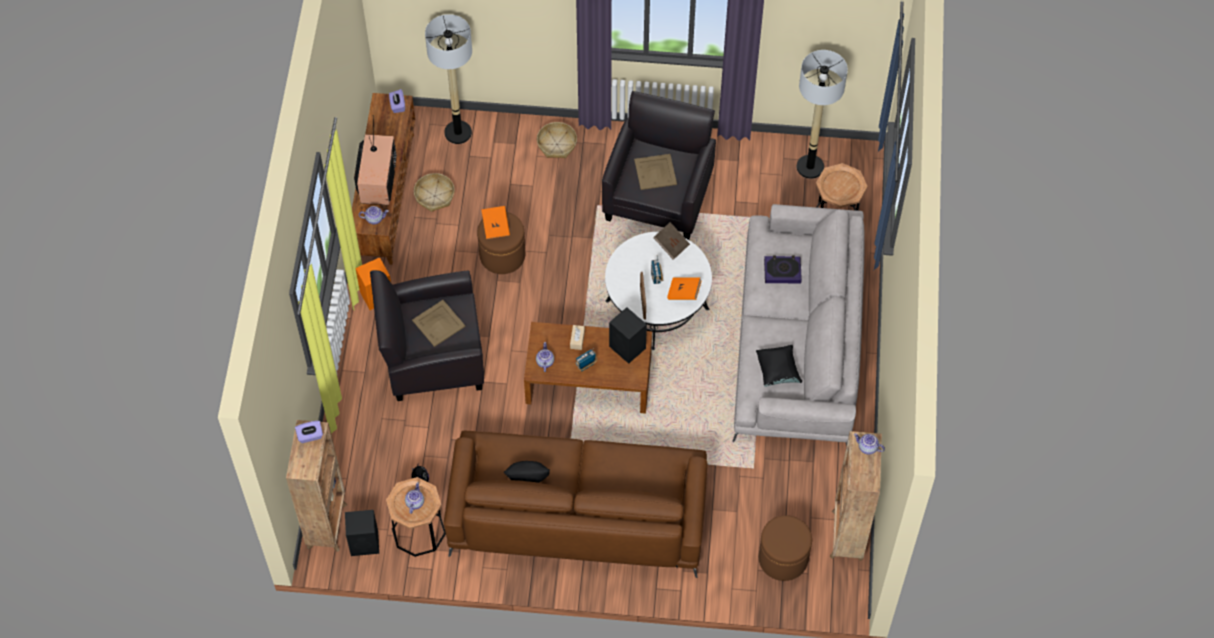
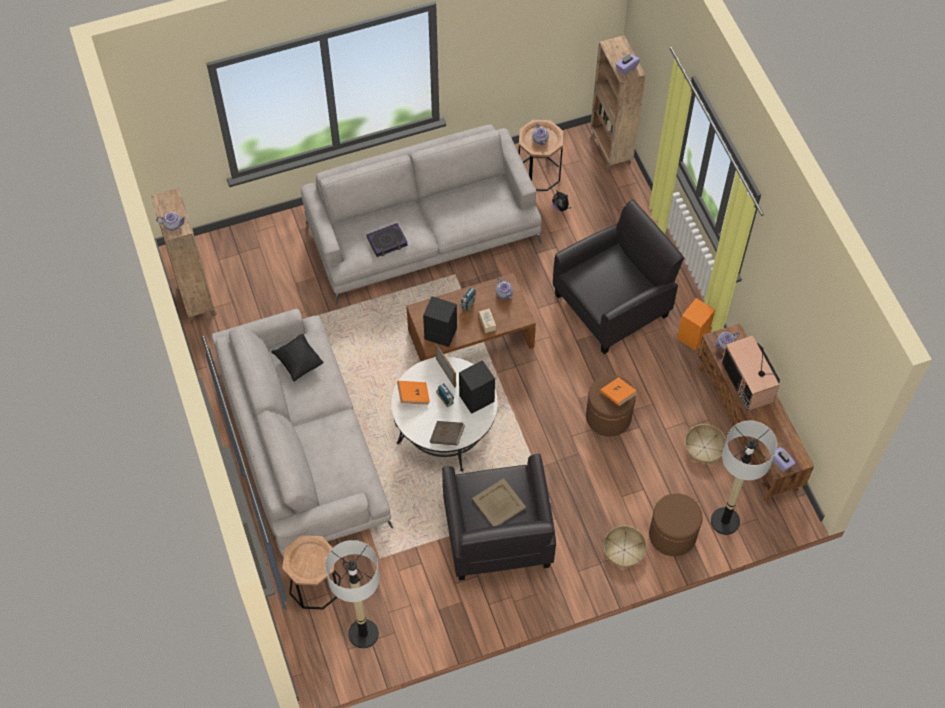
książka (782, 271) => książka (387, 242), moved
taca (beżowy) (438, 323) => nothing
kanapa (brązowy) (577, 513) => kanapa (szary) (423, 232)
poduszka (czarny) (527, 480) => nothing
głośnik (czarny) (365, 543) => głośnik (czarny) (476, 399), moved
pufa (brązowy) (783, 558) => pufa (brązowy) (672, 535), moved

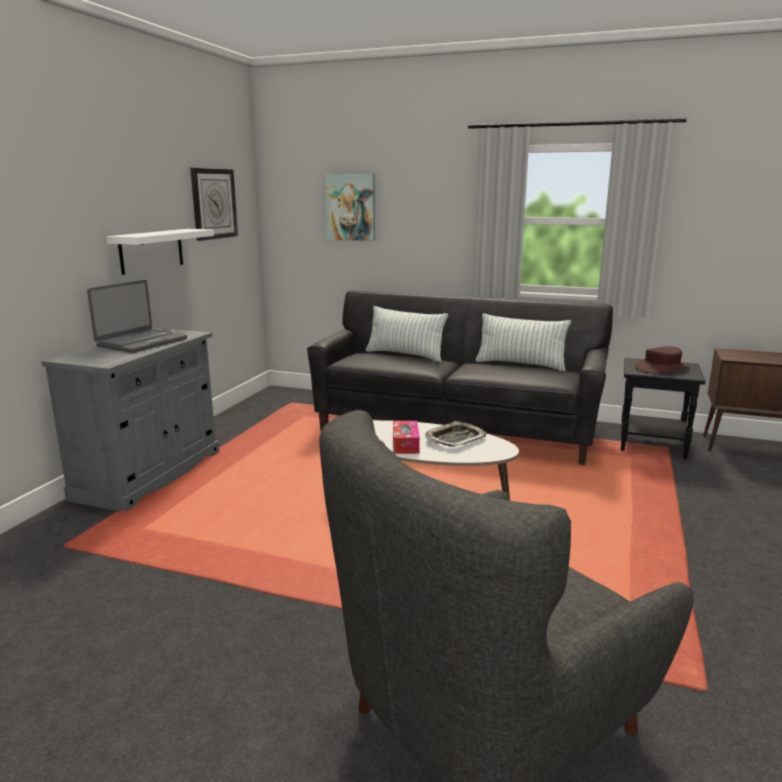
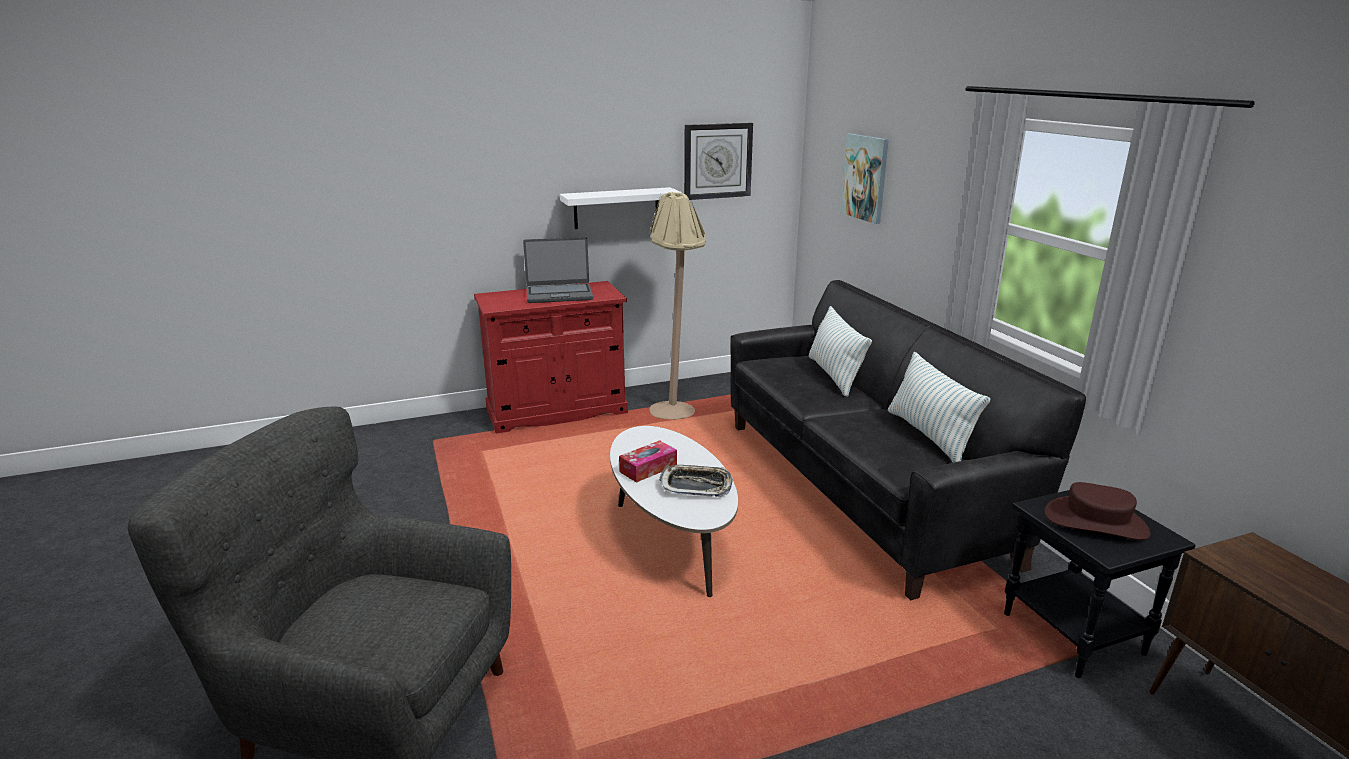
szafka (szary) (149, 474) => szafka (czerwony) (557, 411)
nothing => lampa stojąca (beżowy) (677, 407)

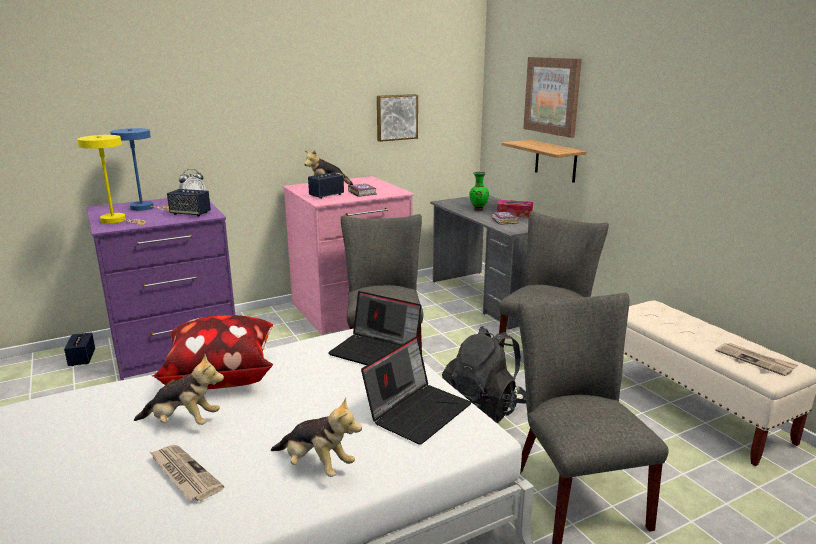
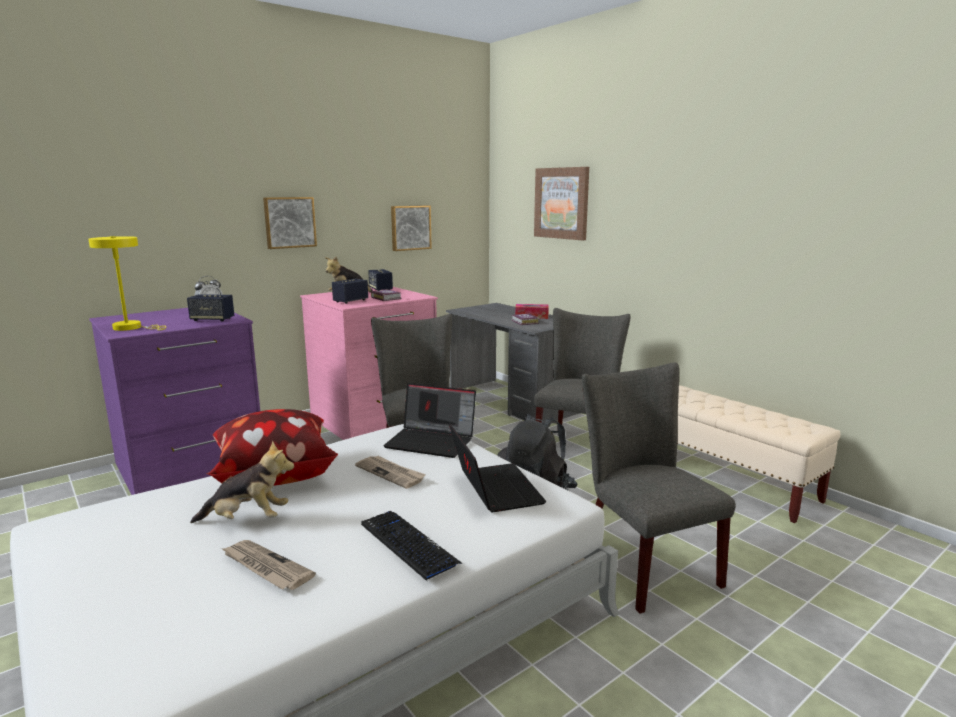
lampa stołowa (niebieski) (146, 208) => nothing
półka (555, 161) => nothing
wazon (zielony) (478, 209) => nothing
głośnik (82, 359) => głośnik (380, 289), moved
laptop (418, 411) => laptop (493, 489), 45 degrees counterclockwise
gazeta (755, 360) => gazeta (391, 473), moved
pluszak (316, 465) => klawiatura (408, 545)
nothing => obraz (289, 222)

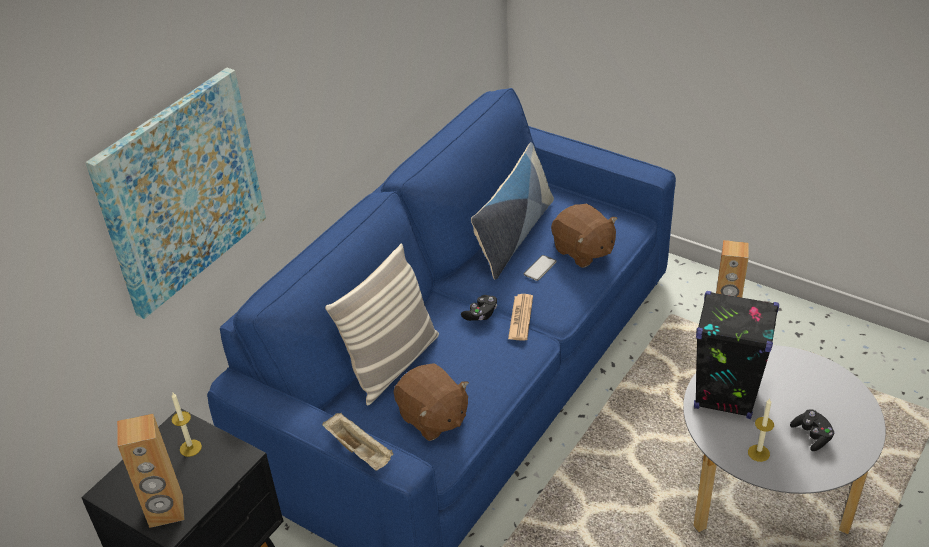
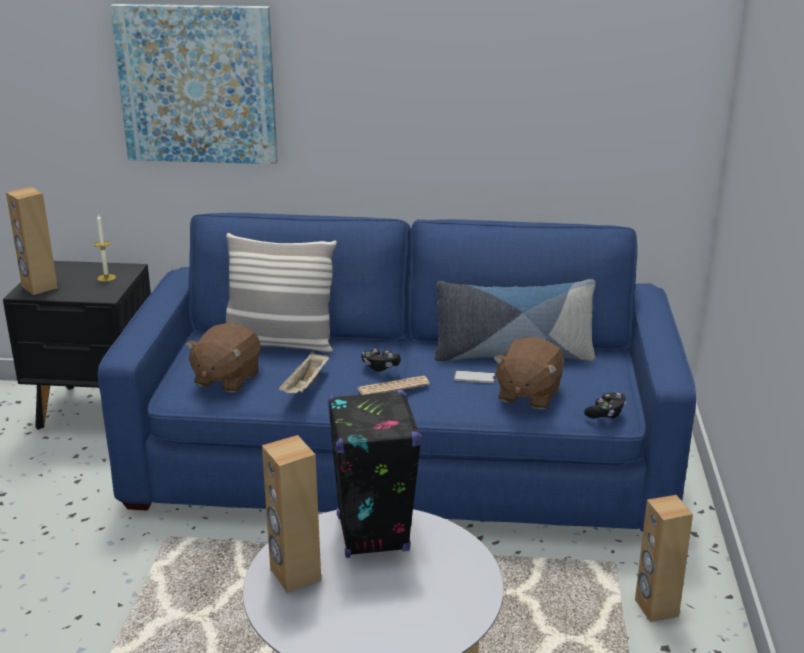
świeca (758, 453) => głośnik (brązowy) (294, 575)
pad do gier (czarny) (812, 436) => pad do gier (czarny) (606, 414), moved
taca (beżowy) (360, 451) => taca (beżowy) (305, 386), moved

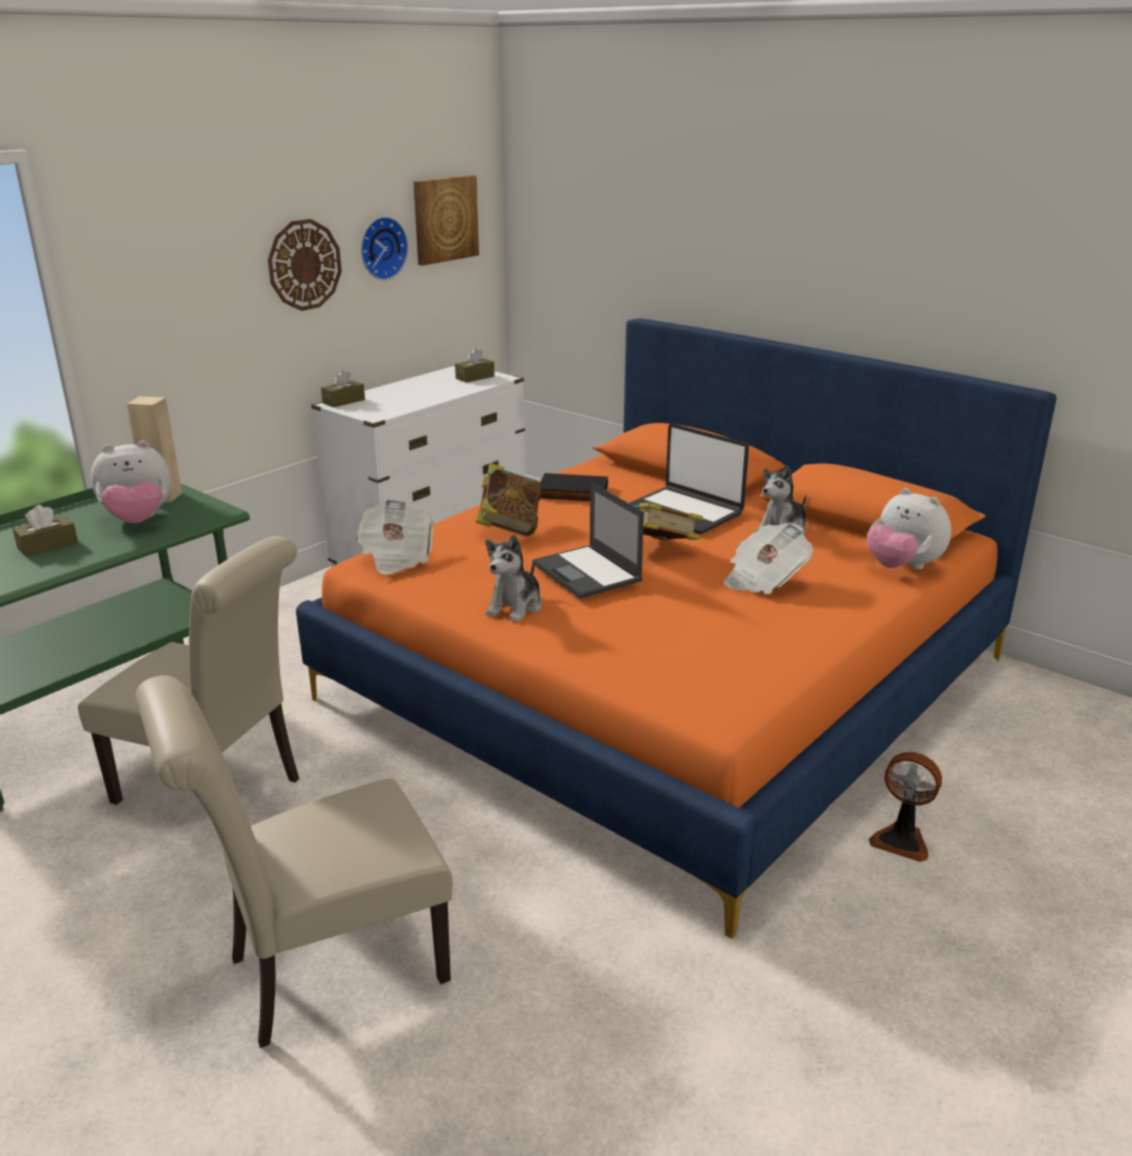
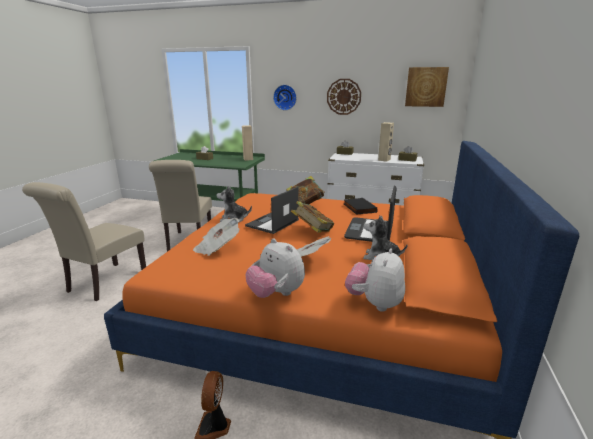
zegar ścienny (381, 248) => zegar ścienny (285, 97), moved
pluszak (138, 520) => pluszak (276, 294), moved
gazeta (396, 556) => gazeta (217, 248), moved
krzesło (beżowy) (324, 972) => krzesło (beżowy) (103, 283), 105 degrees counterclockwise
nothing => głośnik (beżowy) (384, 160)

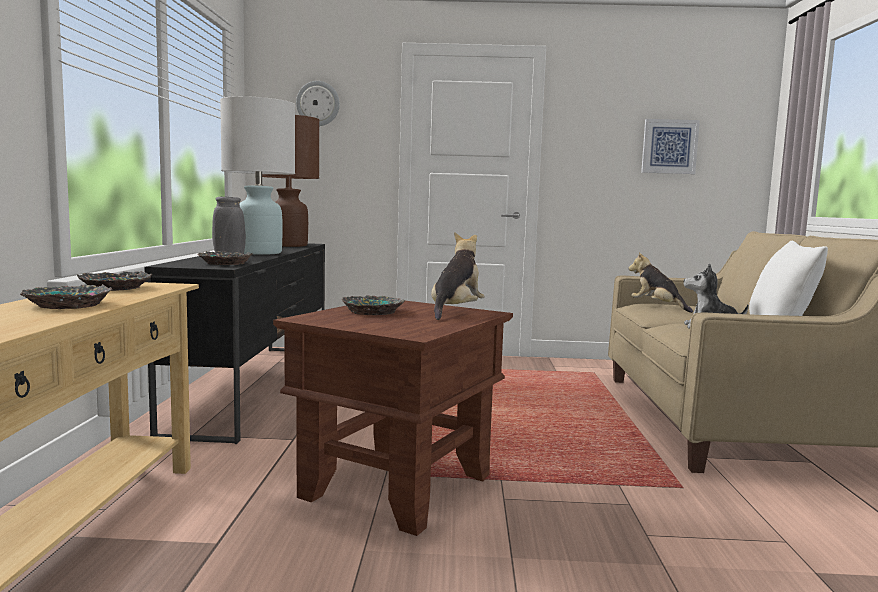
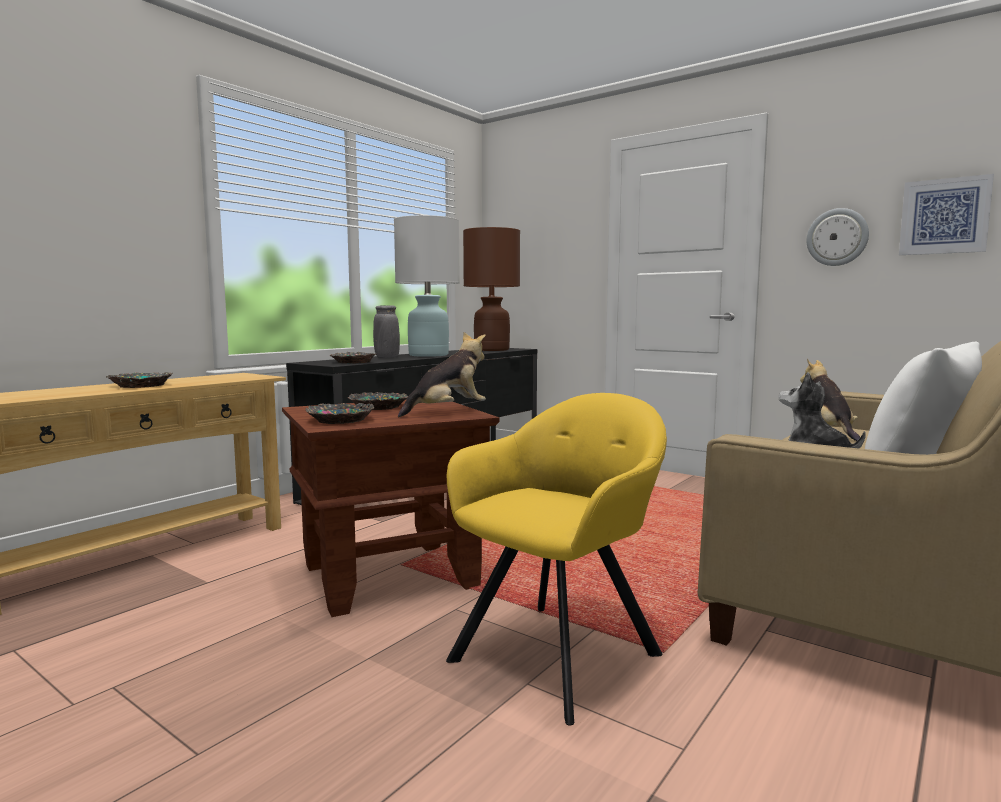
zegar ścienny (318, 103) => zegar ścienny (837, 237), moved
miska (115, 287) => miska (340, 420), moved
nothing => fotel (żółty) (562, 652)

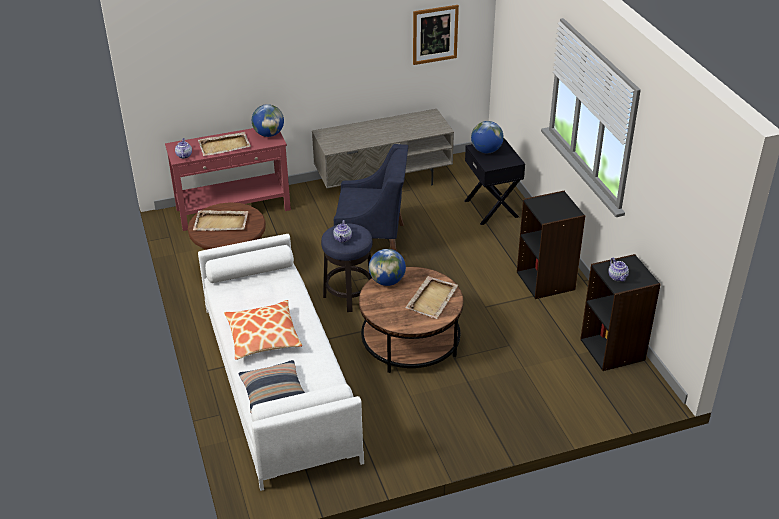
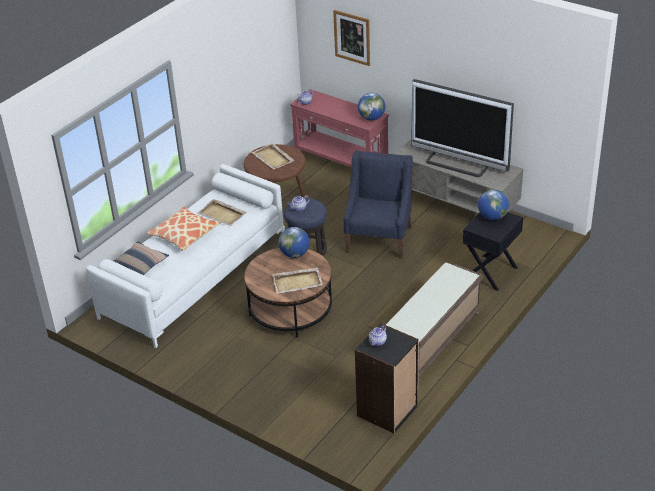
obraz (435, 34) => obraz (352, 37), moved
taca (beżowy) (225, 145) => taca (beżowy) (222, 214), moved
fotel (niebieski) (372, 241) => fotel (niebieski) (379, 238), 135 degrees counterclockwise
regał (czarny) (546, 281) => ławka (brązowy) (432, 341)
nothing => telewizor (458, 163)

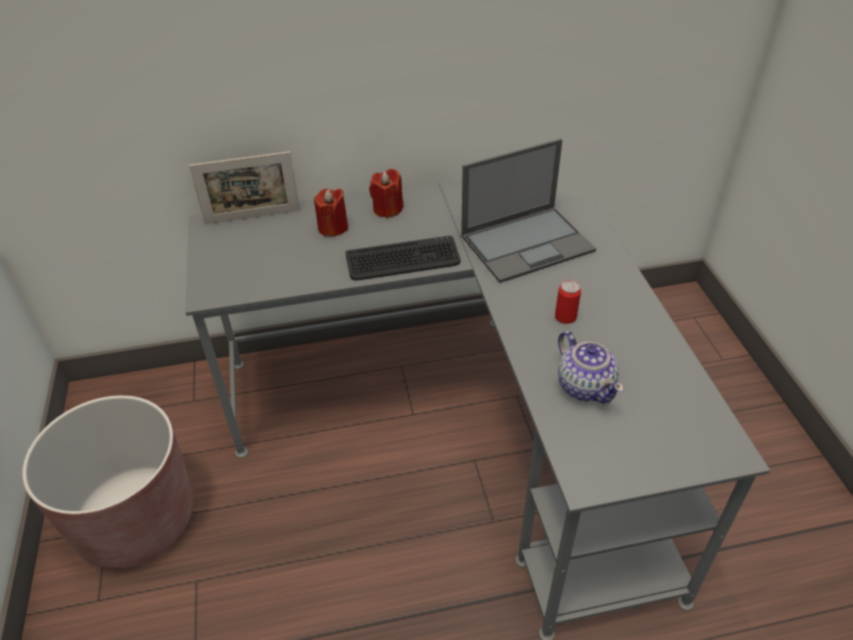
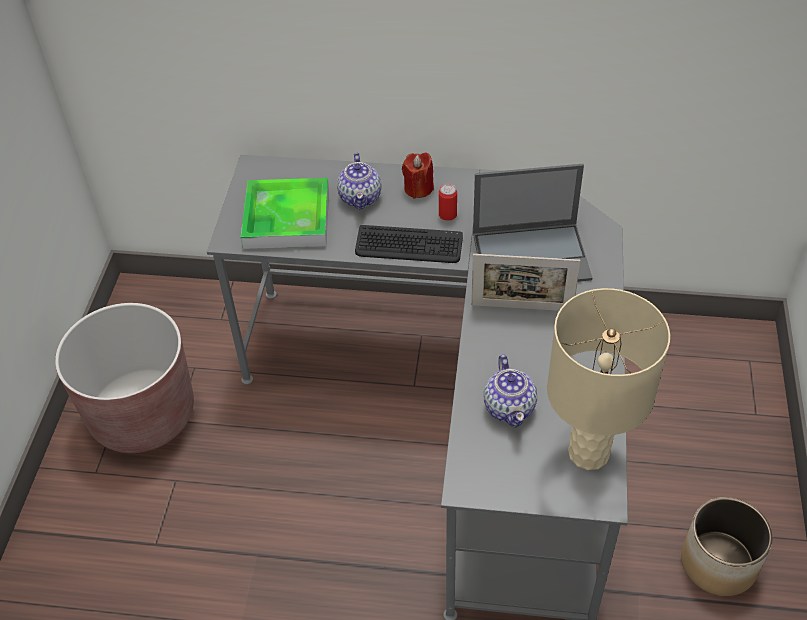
ramka na zdjęcie (252, 217) => ramka na zdjęcie (522, 307), moved
świeca (czerwony) (333, 227) => imbryk (360, 197)
puszka (565, 317) => puszka (447, 215), moved
nothing => taca (287, 218)
nothing => lampa stołowa (beżowy) (588, 452)
nothing => donica (719, 563)

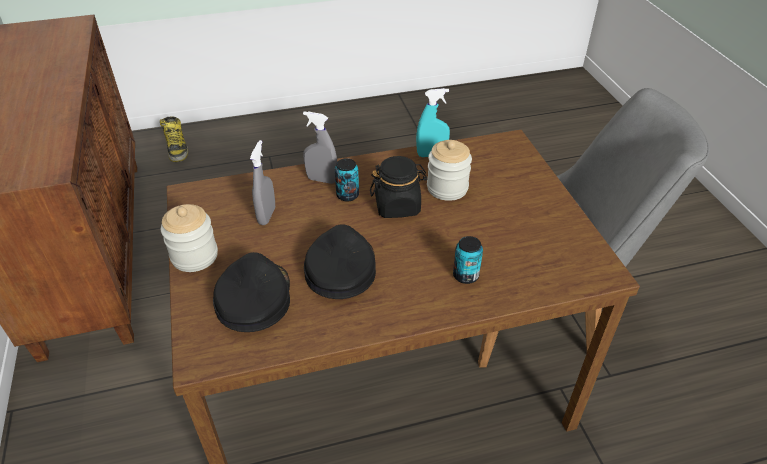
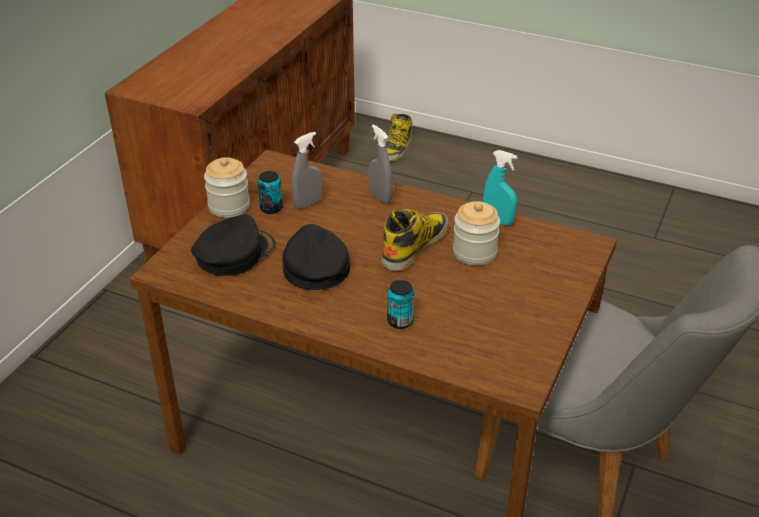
słoik (czarny) (397, 206) => but z cholewką (414, 245)
puszka (347, 195) => puszka (271, 208), moved
czapka z daszkiem (czarny) (340, 268) => czapka z daszkiem (czarny) (314, 265), 60 degrees counterclockwise

